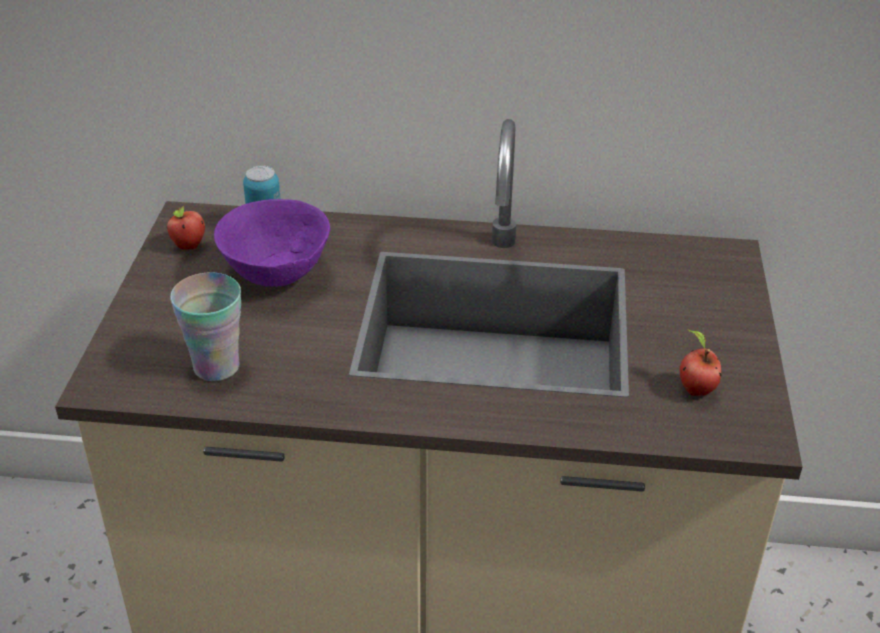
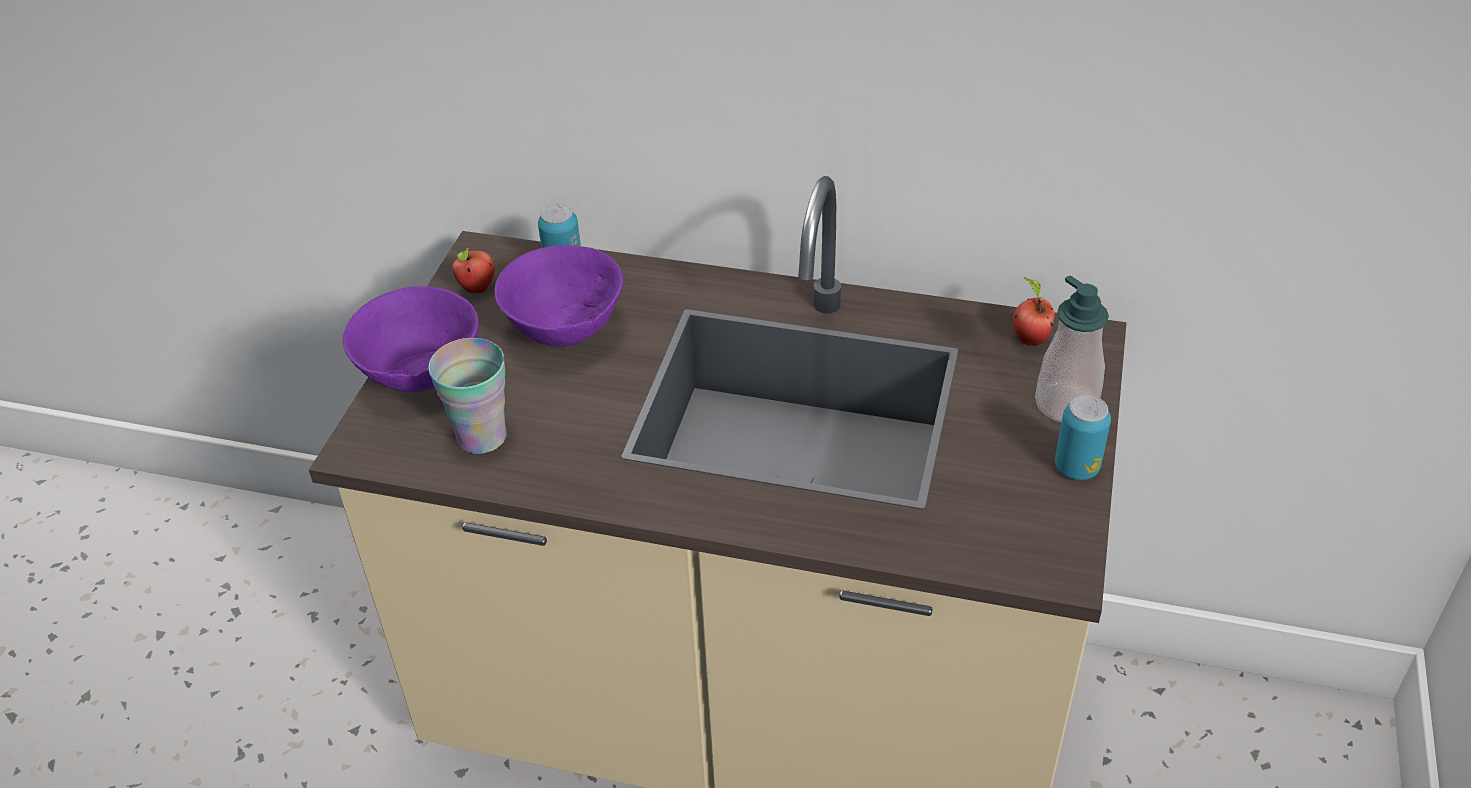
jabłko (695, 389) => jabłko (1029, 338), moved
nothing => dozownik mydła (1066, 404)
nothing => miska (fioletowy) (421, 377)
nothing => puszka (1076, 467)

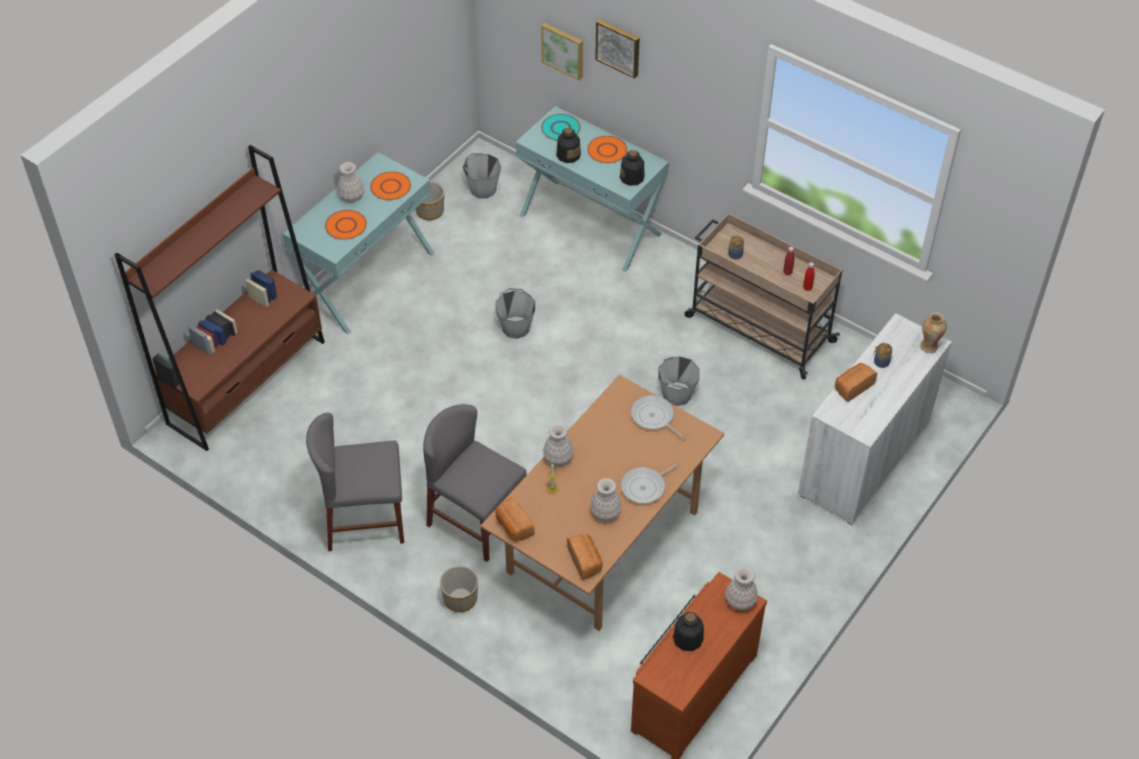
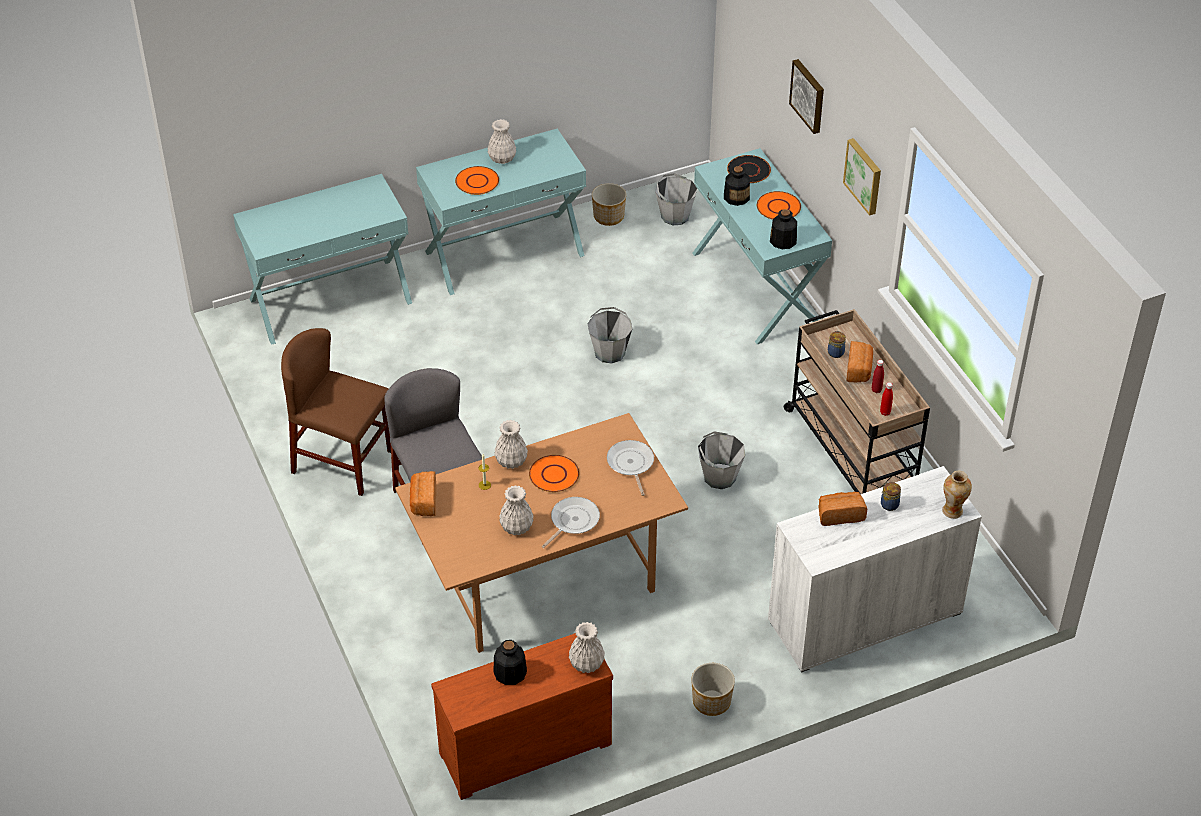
obraz (563, 50) => obraz (864, 176), moved
talerz (turkusowy) (560, 128) => talerz (czarny) (748, 170)
regał (brązowy) (247, 382) => stolik konsolowy (turkusowy) (330, 300)
talerz (pomarańczowy) (390, 187) => talerz (pomarańczowy) (553, 475), moved
krzesło (szary) (365, 520) => krzesło (brązowy) (342, 461)
patelnia (645, 487) => patelnia (572, 521), 135 degrees clockwise
chleb (585, 561) => chleb (859, 370), moved
donica (460, 598) => donica (712, 701), moved

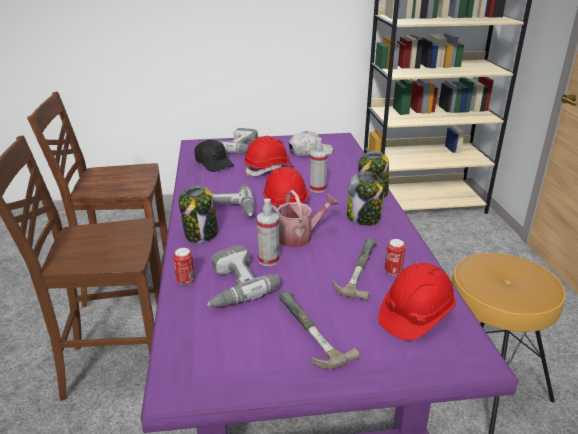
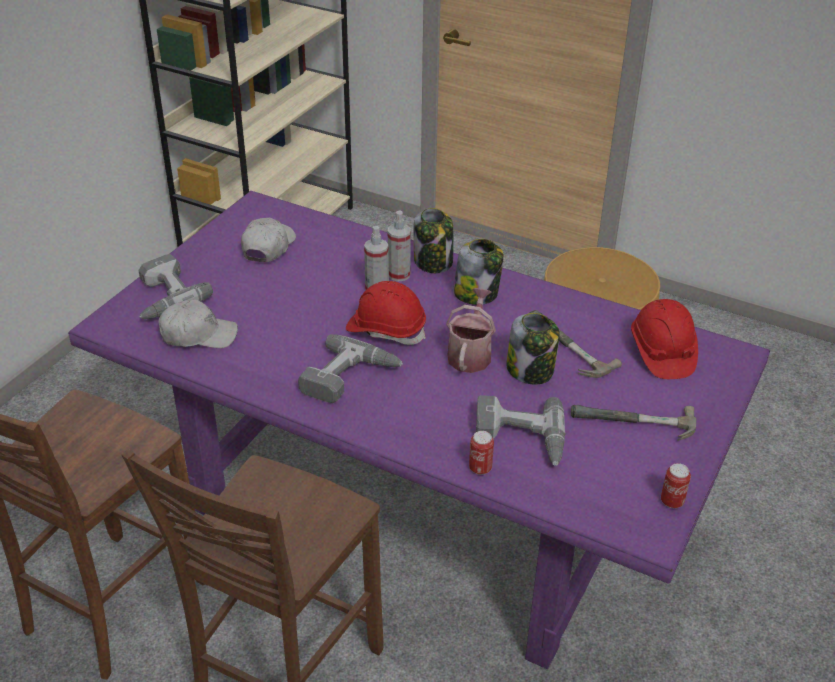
kask (czerwony) (269, 169) => nothing
czapka z daszkiem (czarny) (213, 163) => czapka z daszkiem (biały) (198, 335)
słoik (201, 234) => słoik (531, 370), moved
spryskiwacz (268, 260) => spryskiwacz (399, 274), moved
puszka (393, 271) => puszka (672, 501), moved

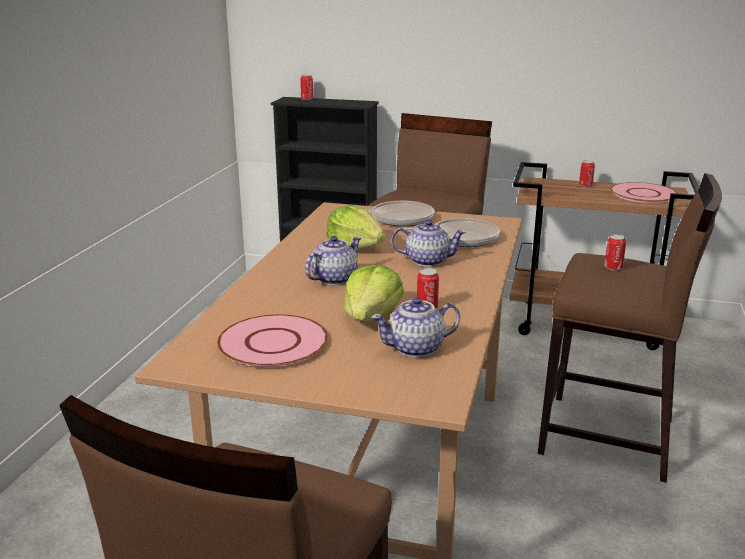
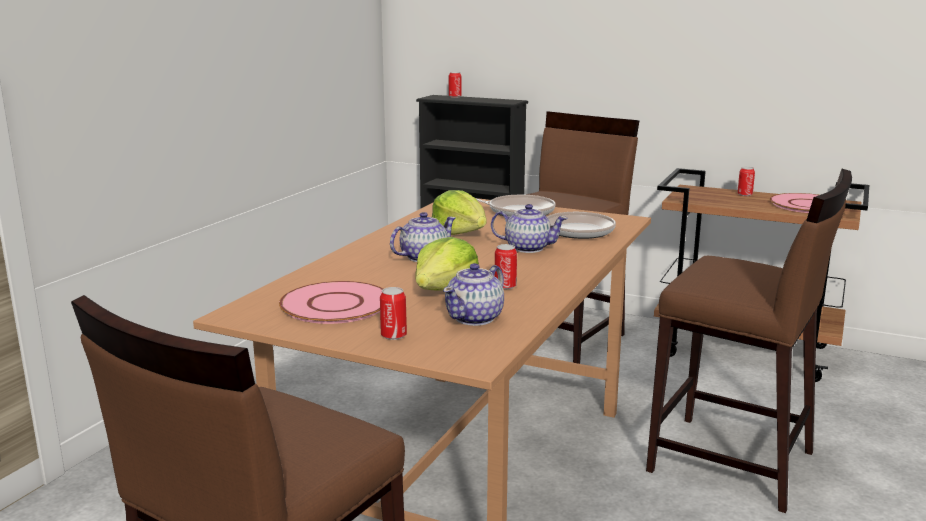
puszka (613, 268) => puszka (393, 335), moved
imbryk (416, 348) => imbryk (475, 318), 45 degrees counterclockwise

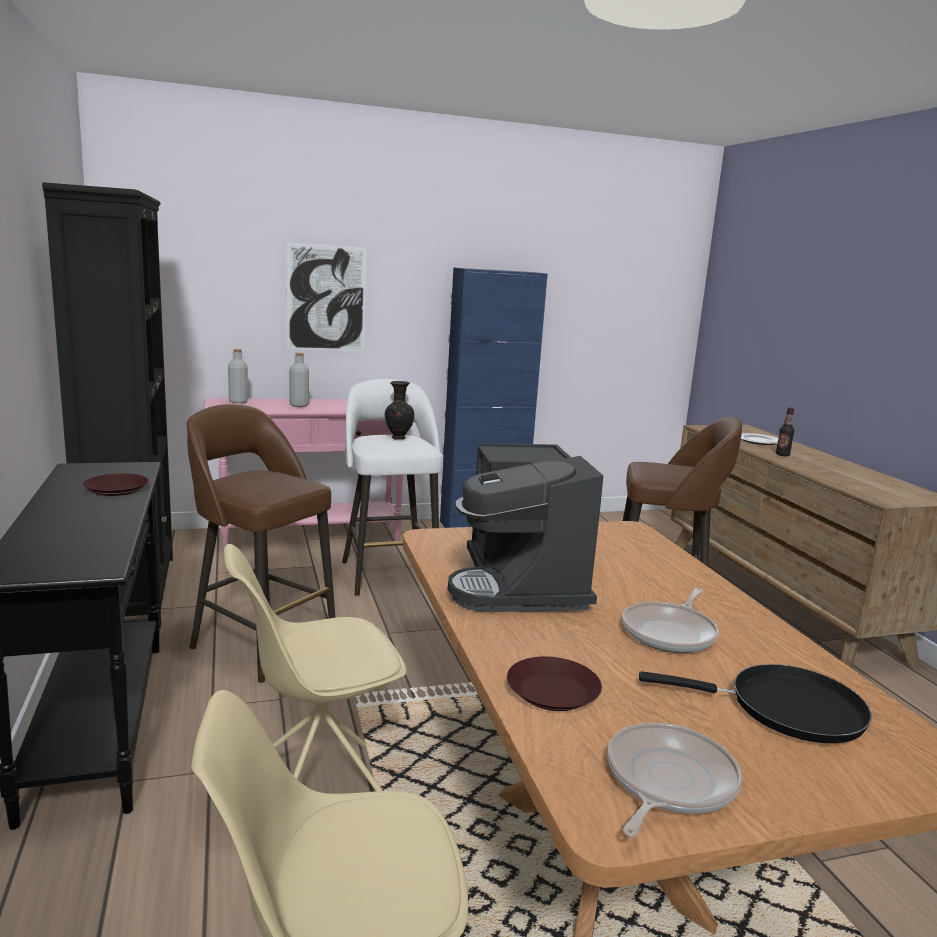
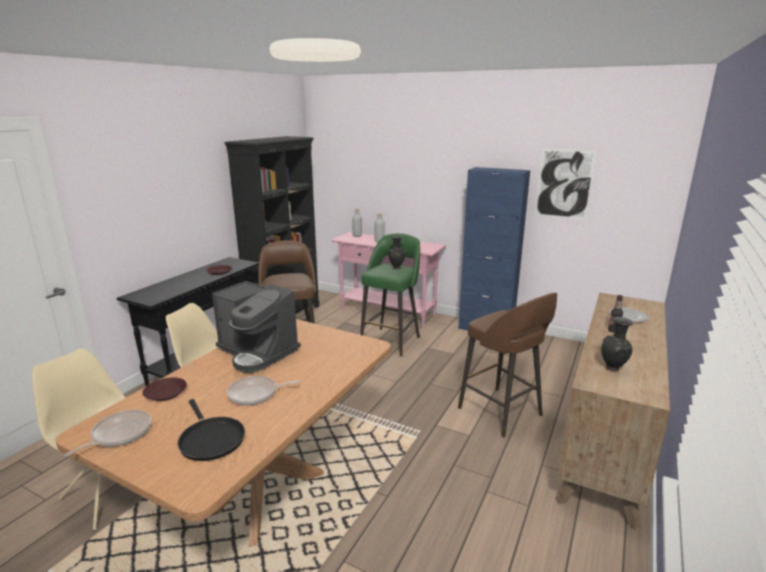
obraz (326, 298) => obraz (564, 184), moved
stołek (biały) (389, 574) => stołek (zielony) (391, 341)
ekspres do kawy (520, 584) => ekspres do kawy (257, 352), 90 degrees counterclockwise
patelnia (667, 782) => patelnia (119, 434), 45 degrees counterclockwise
nothing => wazon (czarny) (613, 368)

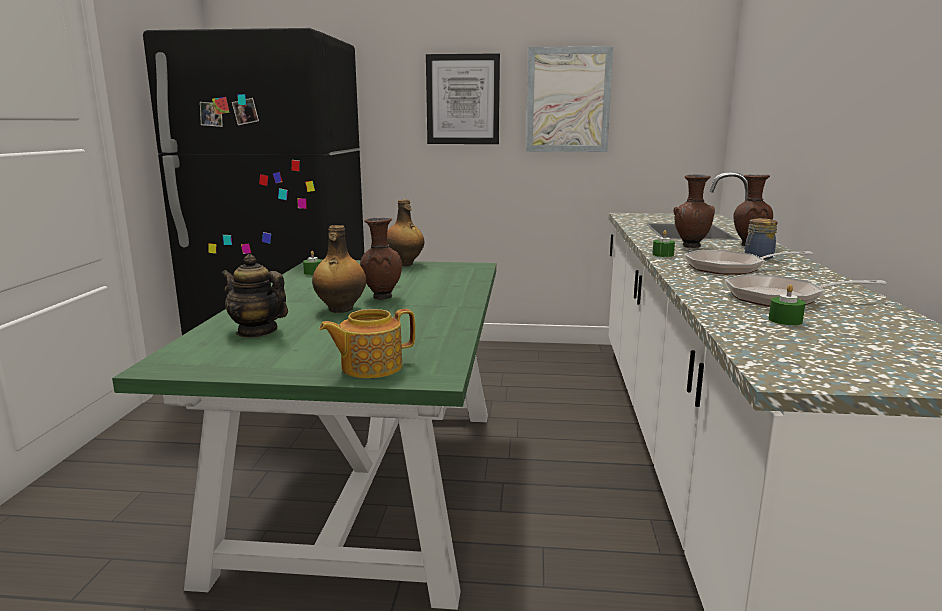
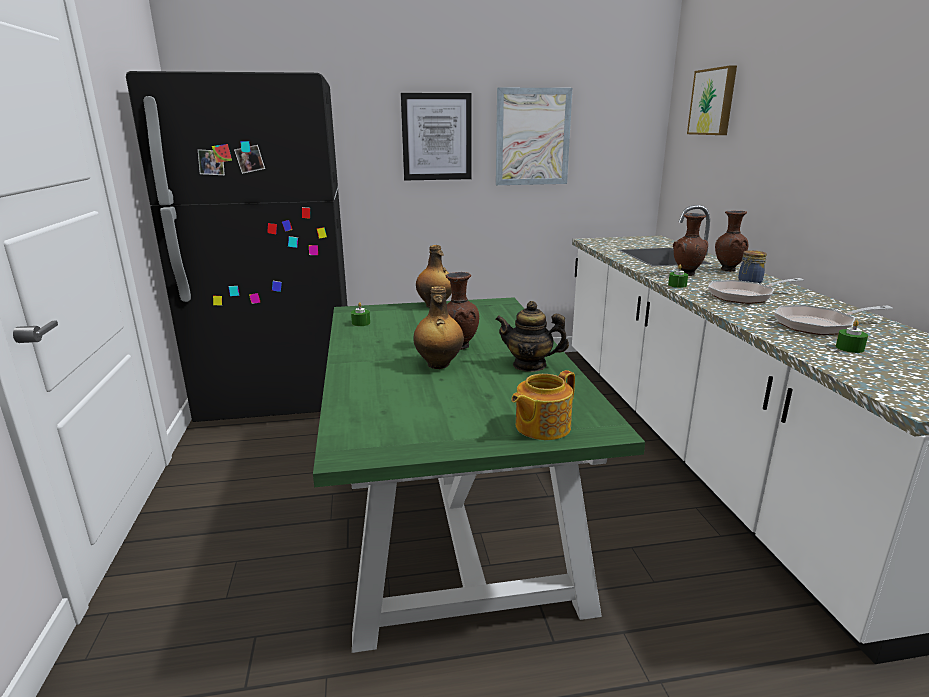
imbryk (257, 331) => imbryk (530, 365), moved
nothing => obraz (713, 102)

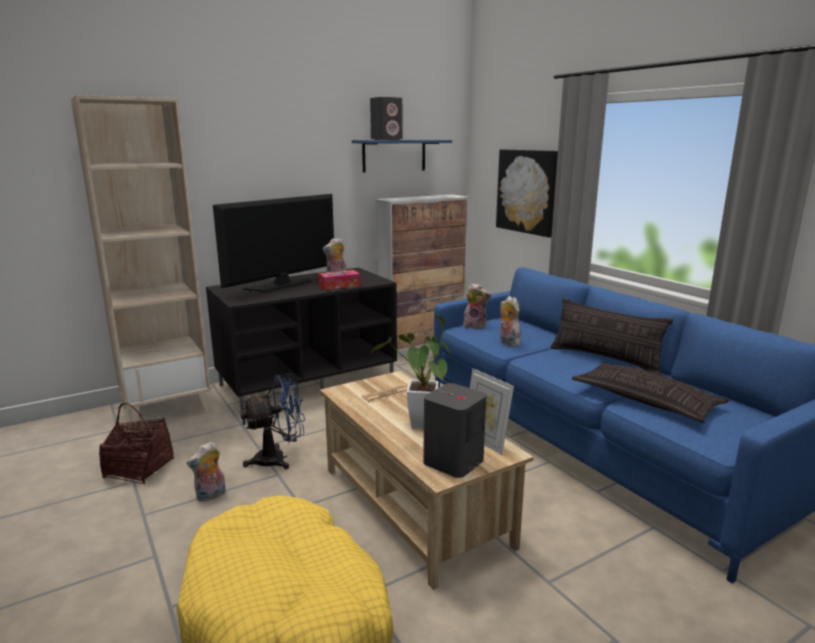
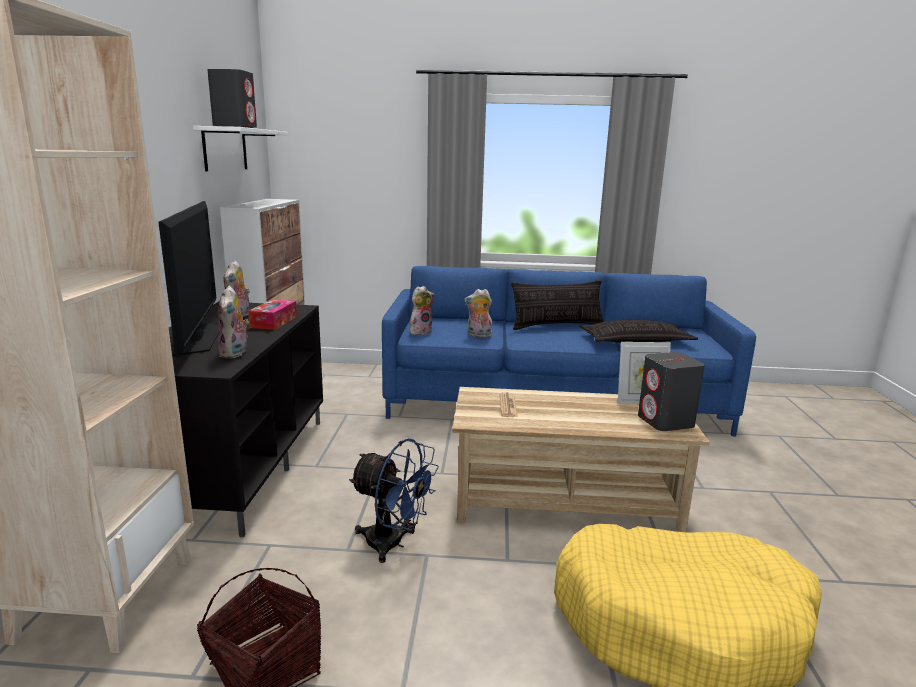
półka (niebieski) (394, 155) => półka (biały) (225, 149)
obraz (527, 191) => nothing
roślina doniczkowa (421, 427) => nothing
wentylator (niebieski) (278, 458) => wentylator (niebieski) (393, 544), 105 degrees clockwise
pluszak (211, 496) => pluszak (235, 353), moved

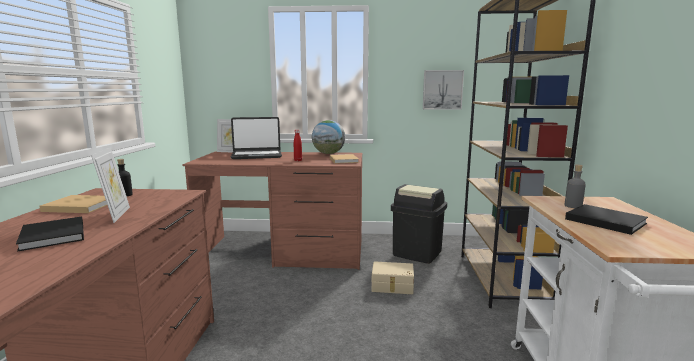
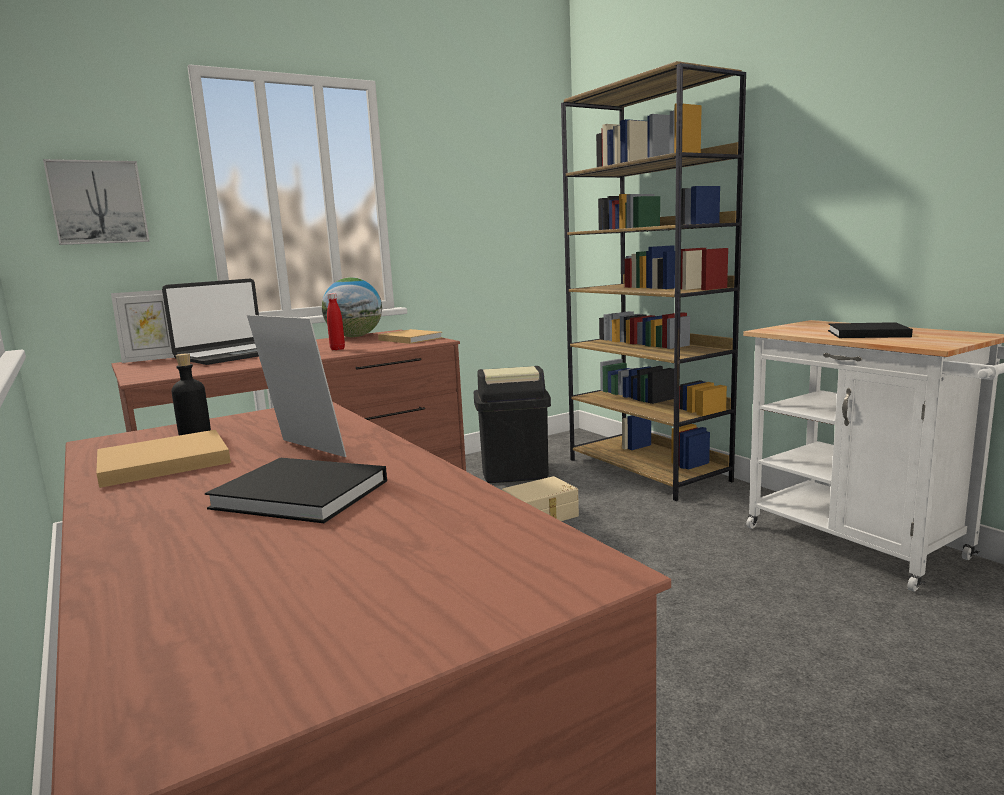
obraz (442, 90) => obraz (98, 202), moved
butelka (szary) (573, 206) => nothing

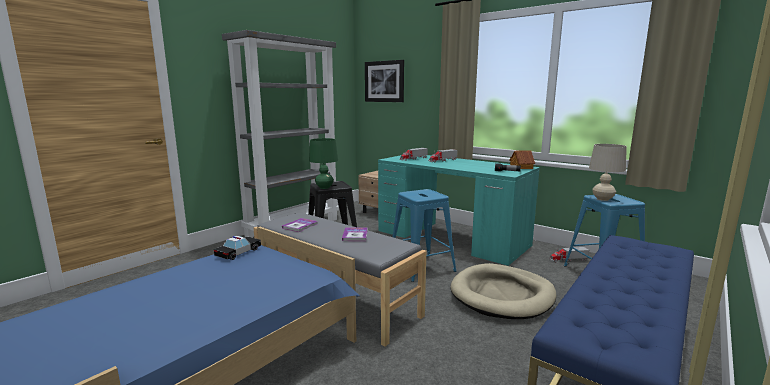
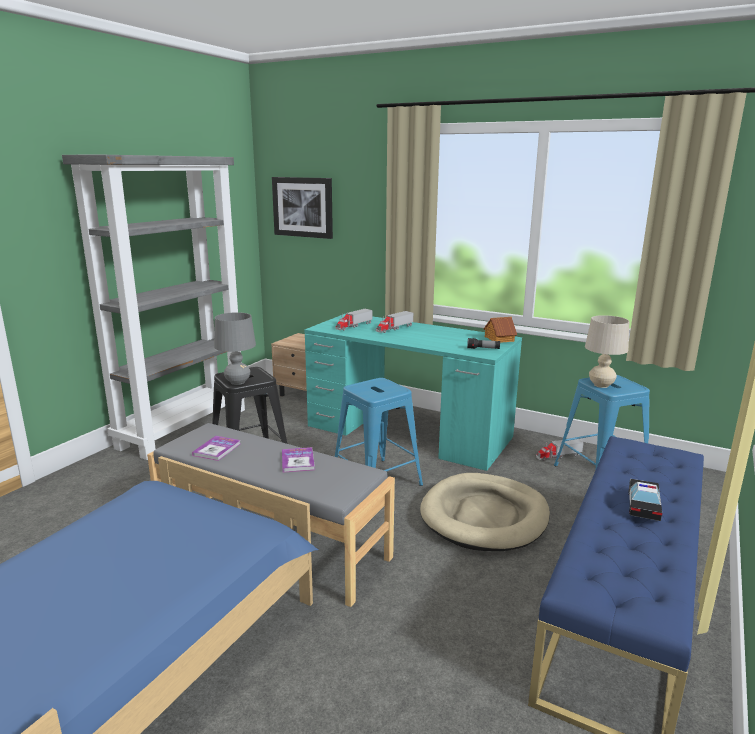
lampa stołowa (zielony) (324, 187) => lampa stołowa (szary) (237, 382)
samochodzik (238, 252) => samochodzik (643, 505), moved

